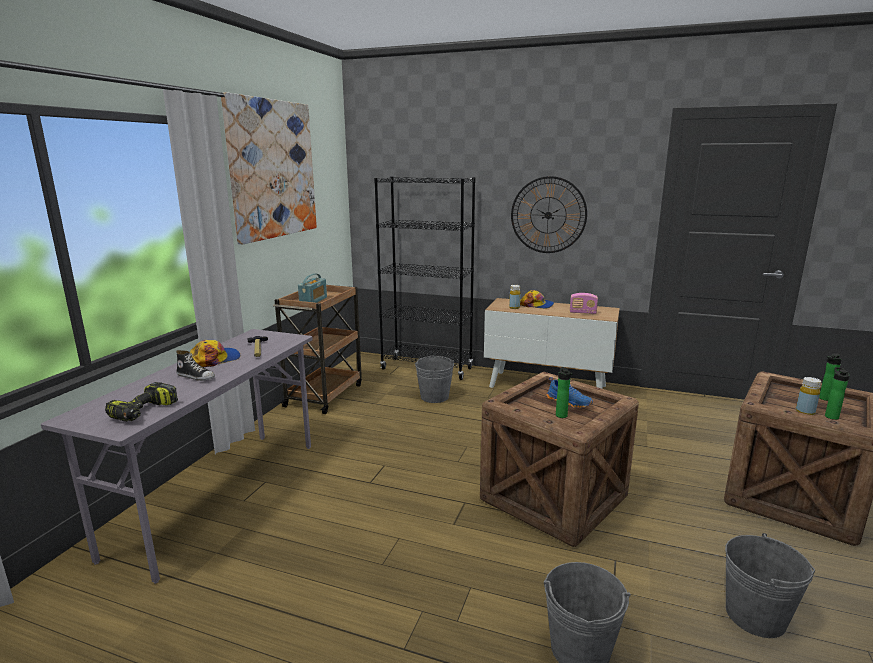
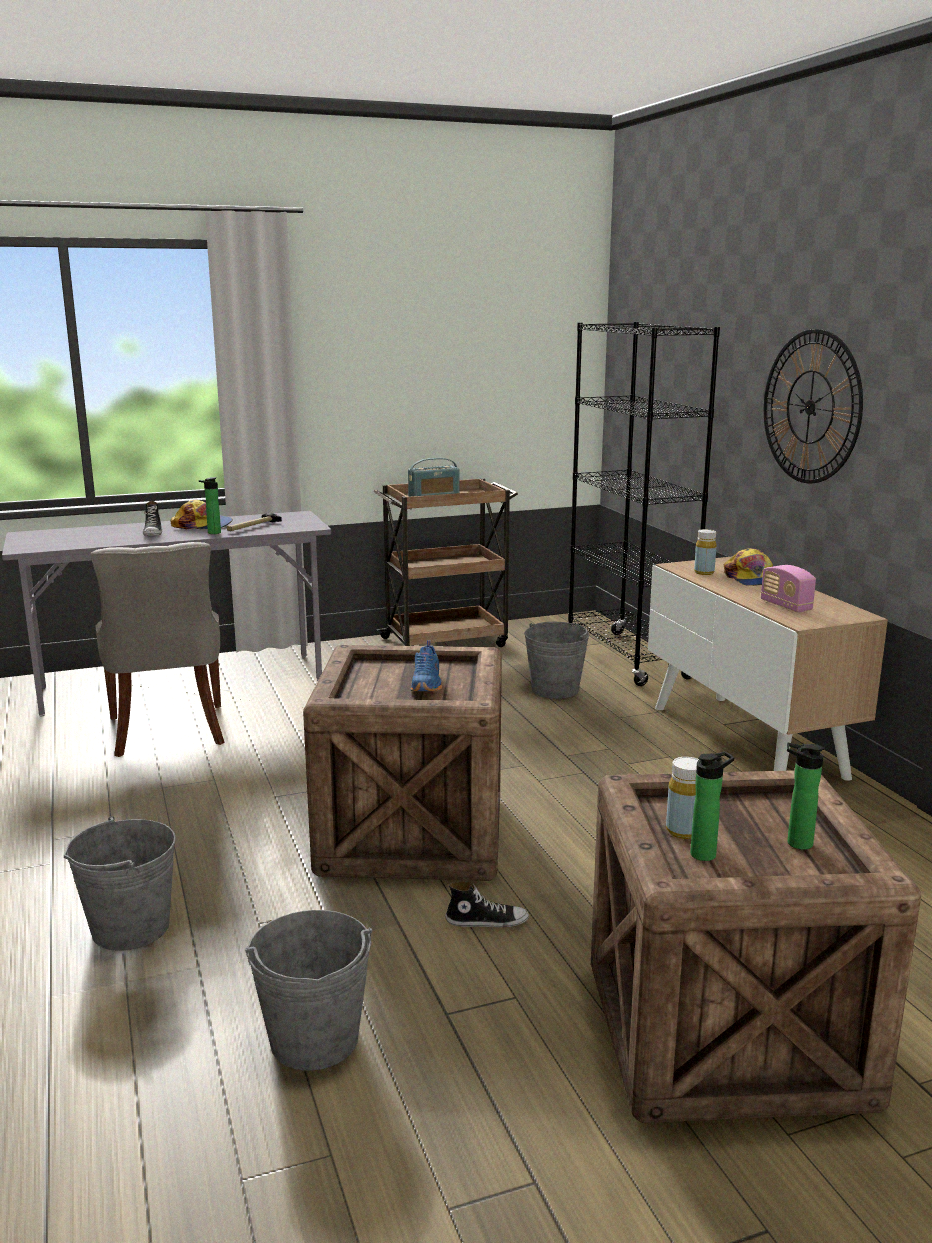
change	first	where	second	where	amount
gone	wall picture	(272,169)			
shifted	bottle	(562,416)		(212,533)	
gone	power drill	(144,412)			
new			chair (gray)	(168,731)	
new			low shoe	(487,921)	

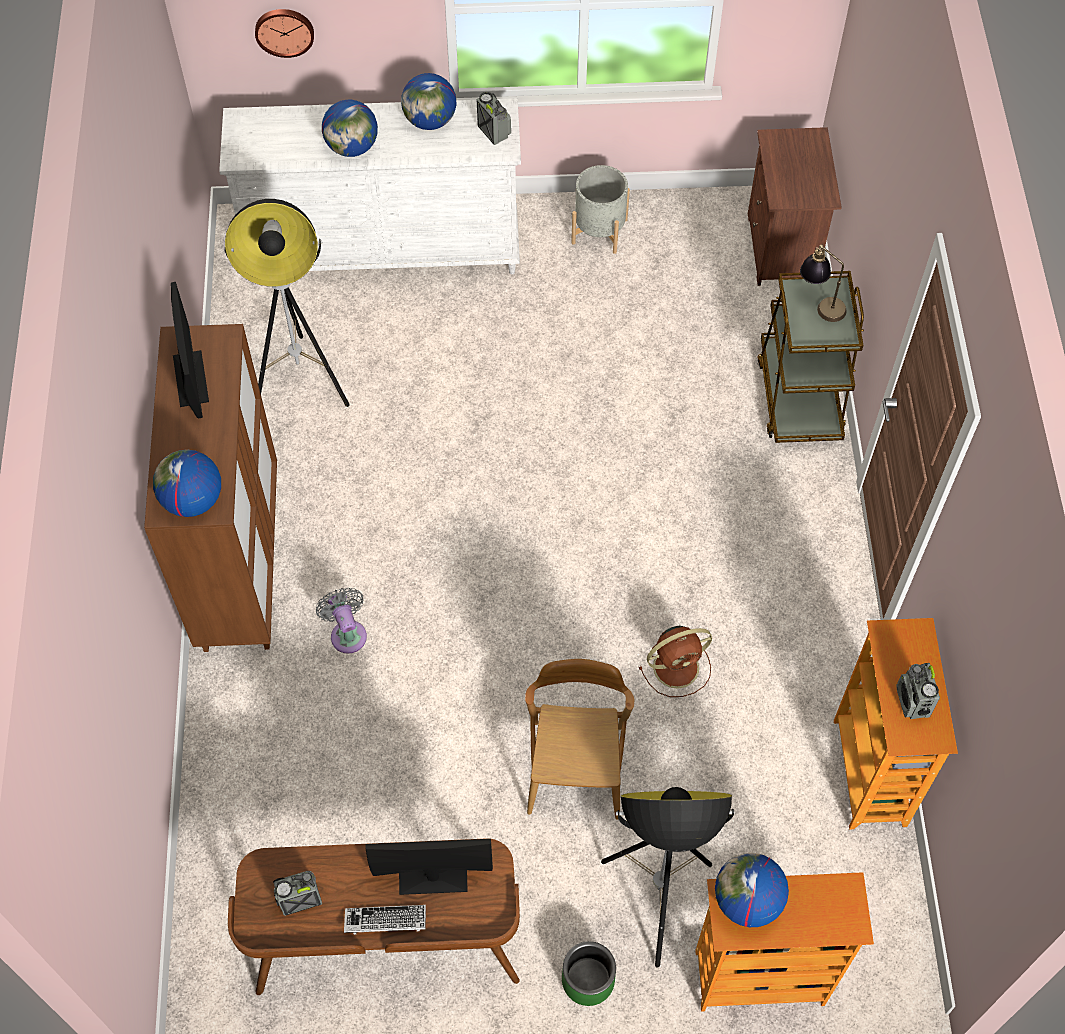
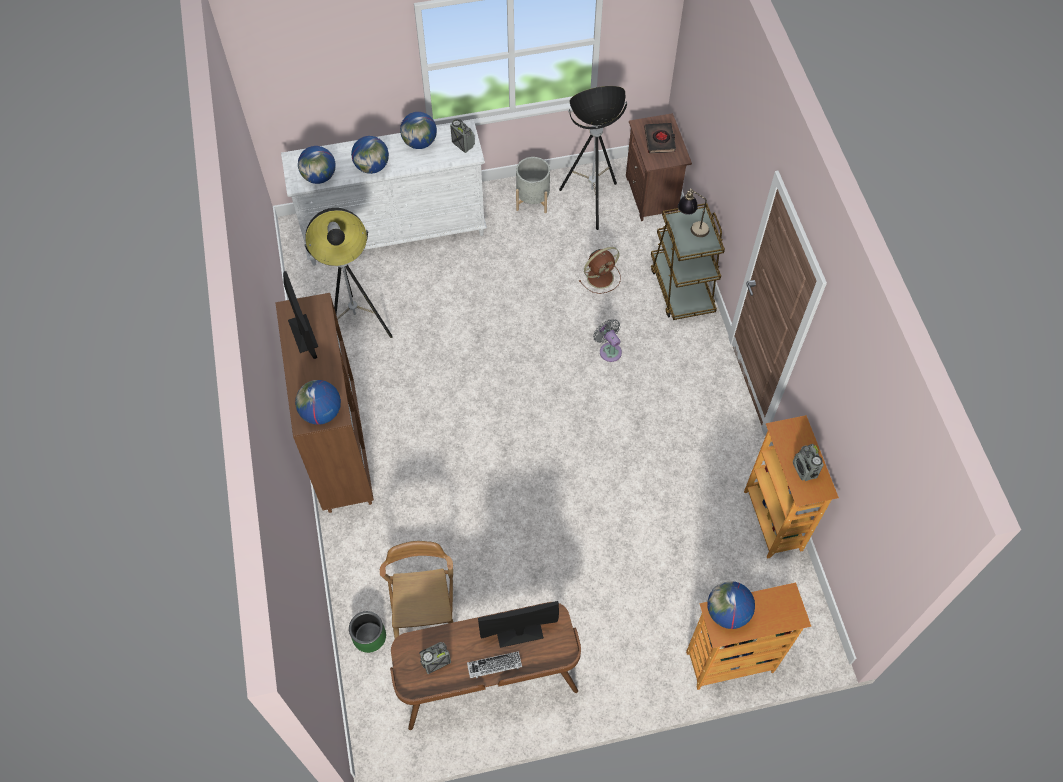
change	first	where	second	where	amount
gone	hanging clock	(284,31)			
shifted	fan (gray)	(347,633)		(609,350)	
shifted	fan (brown-coloured)	(678,666)		(601,277)	
shifted	chair (brown-coloured)	(576,769)		(425,611)	
shifted	floor lamp	(656,901)		(591,202)	
shifted	flower pot (green-coloured)	(587,980)		(369,637)	
new			book (blackish)	(660,140)	
new			world globe	(320,177)	

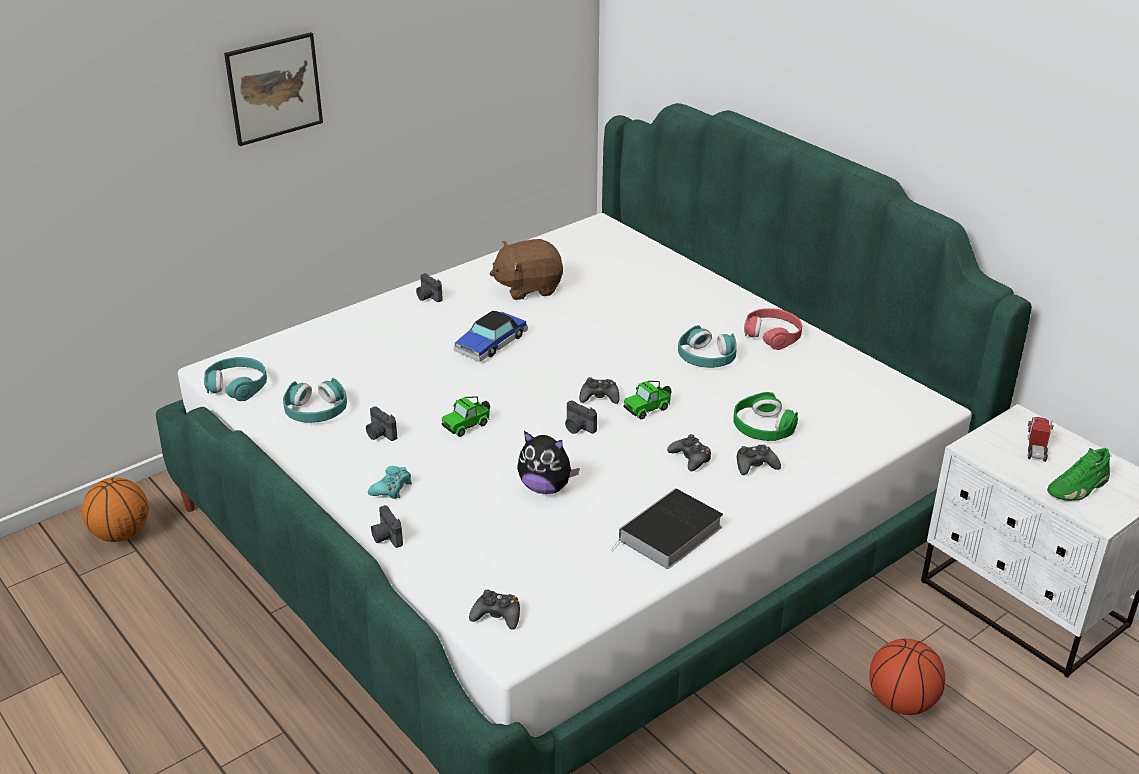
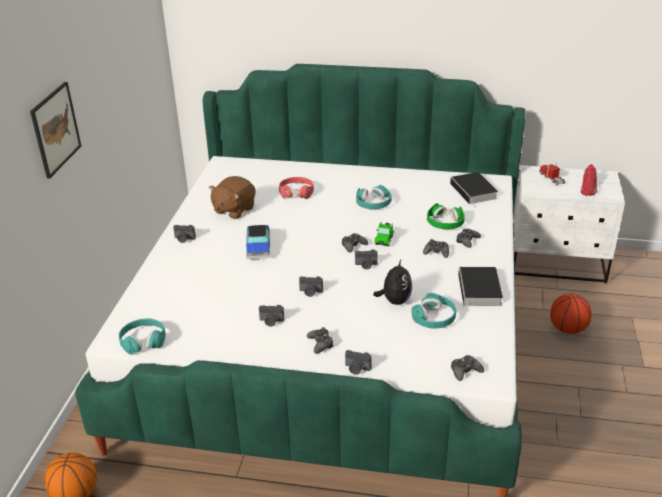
change	first	where	second	where	amount
shifted	pair of headphones (red-coloured)	(772,335)		(296,192)	
shifted	pair of headphones (turquoise-coloured)	(316,410)		(434,318)	
swapped	model car	(468,425)	still camera	(310,292)	
rotated	plush toy	(546,487)		(395,300)	60 degrees counterclockwise
repainted	low shoe (green-coloured)	(1078,488)	low shoe (red-coloured)	(588,188)	
repainted	joypad (turquoise-coloured)	(391,488)	joypad (blackish)	(320,344)	
new			book	(474,191)	

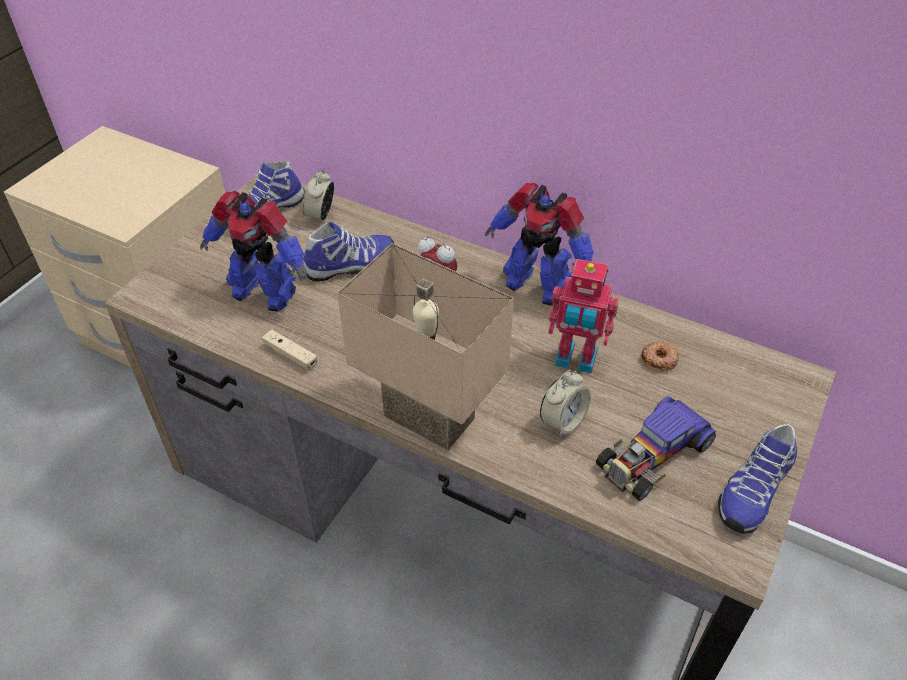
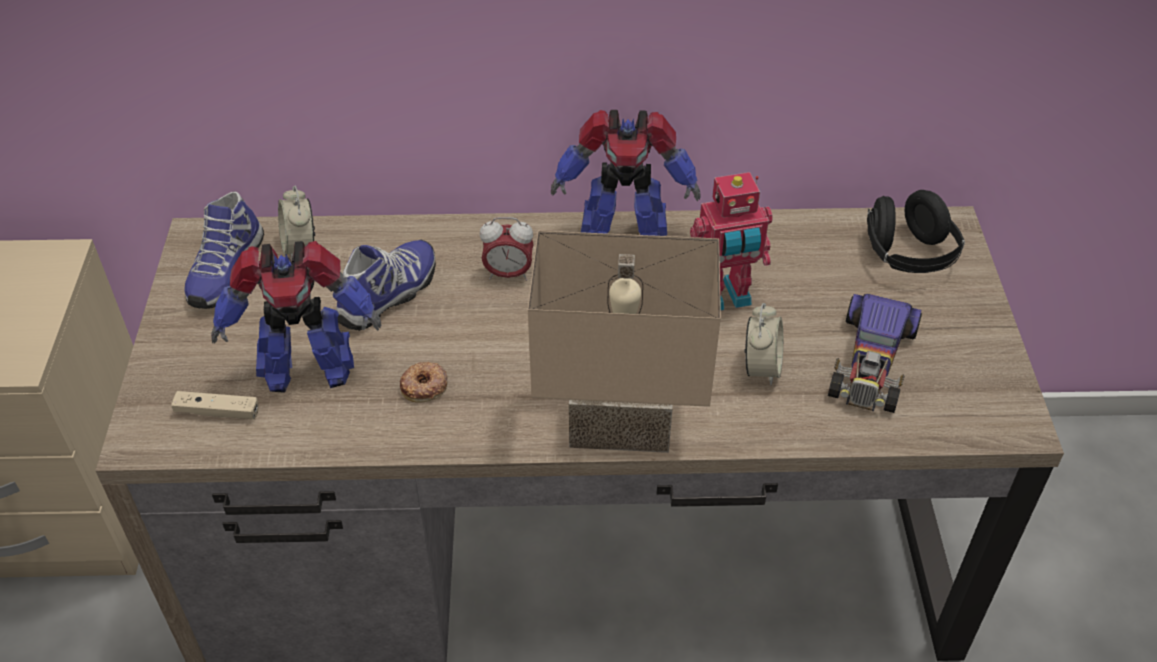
change	first	where	second	where	amount
shifted	joypad (beige-coloured)	(290,355)		(217,412)	
shifted	ring doughnut	(659,359)		(425,386)	
gone	low shoe	(751,490)			
new			pair of headphones (blackish)	(908,256)	

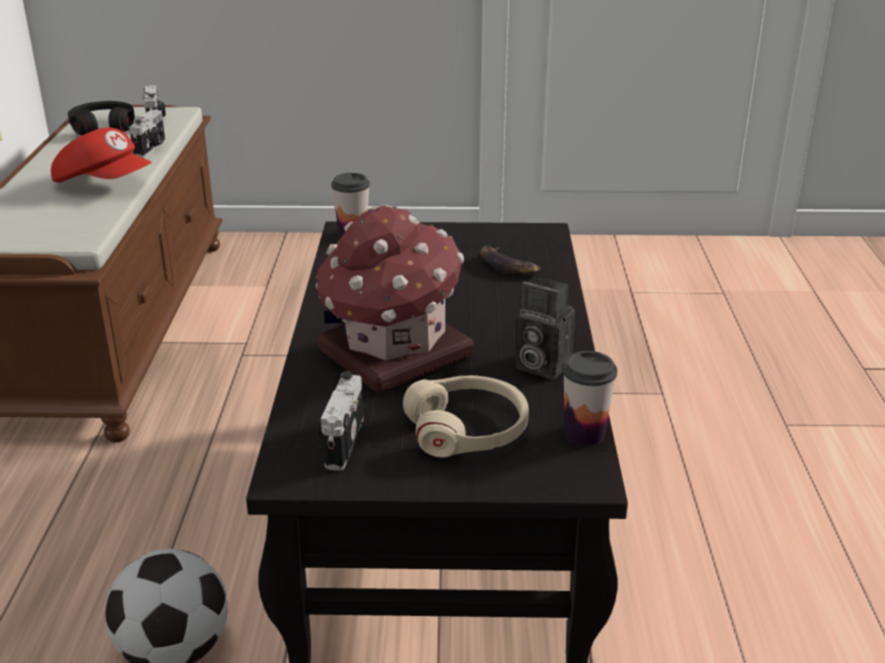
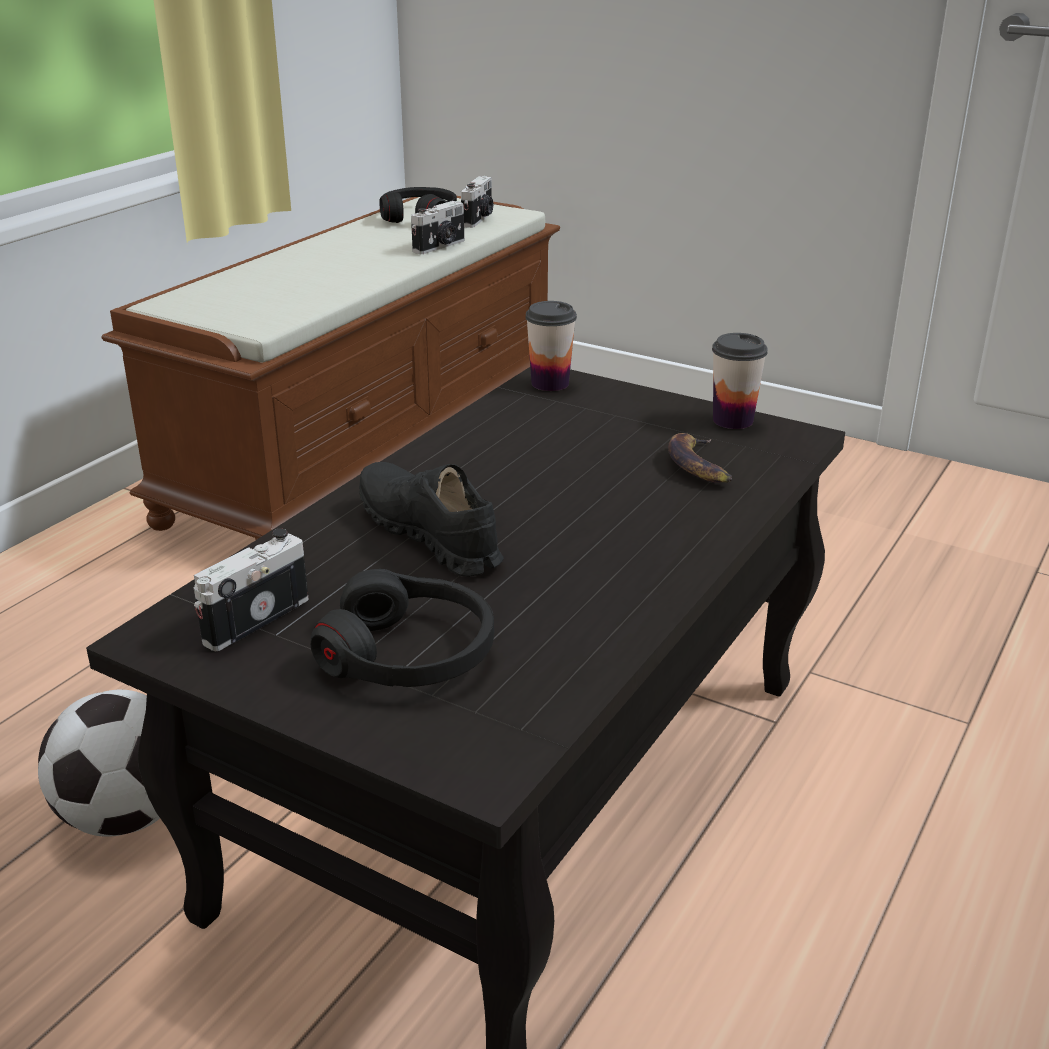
change	first	where	second	where	amount
gone	peaked cap (red-coloured)	(105,184)			
swapped	toy house	(392,355)	low shoe (blackish)	(429,535)	
gone	still camera	(539,365)			
shifted	drinking cup	(584,434)		(733,420)	
repainted	pair of headphones (beige-coloured)	(467,430)	pair of headphones (blackish)	(409,654)	

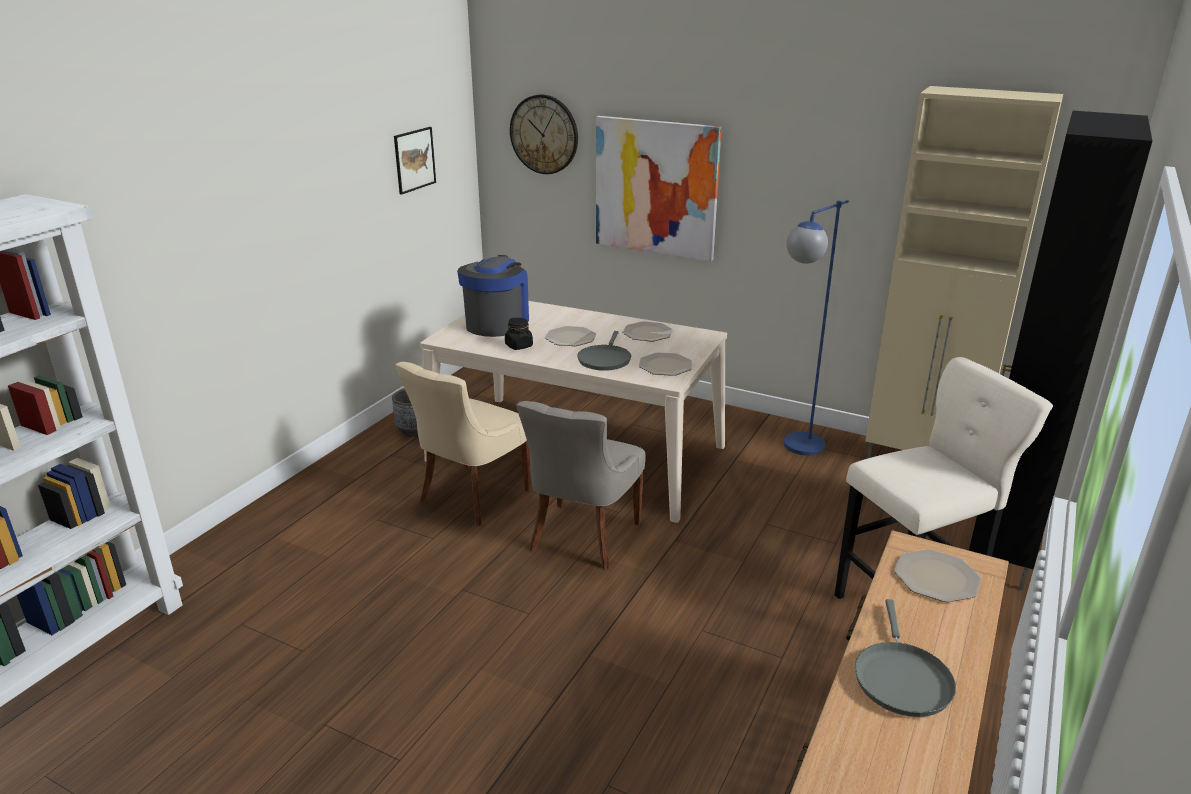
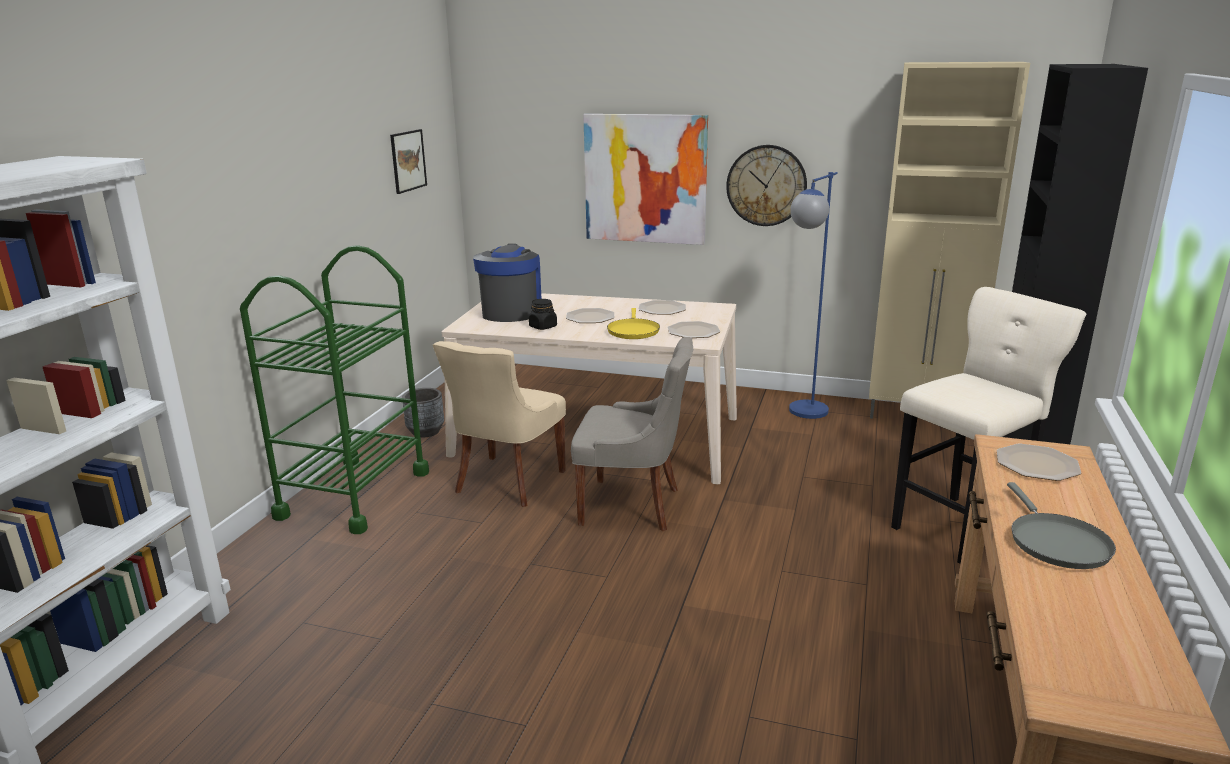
change	first	where	second	where	amount
shifted	hanging clock	(544,134)		(766,185)	
repainted	skillet (gray)	(605,359)	skillet (yellow)	(633,331)	
rotated	chair (gray)	(582,537)		(633,506)	90 degrees counterclockwise
new			trolley (green-coloured)	(354,494)	

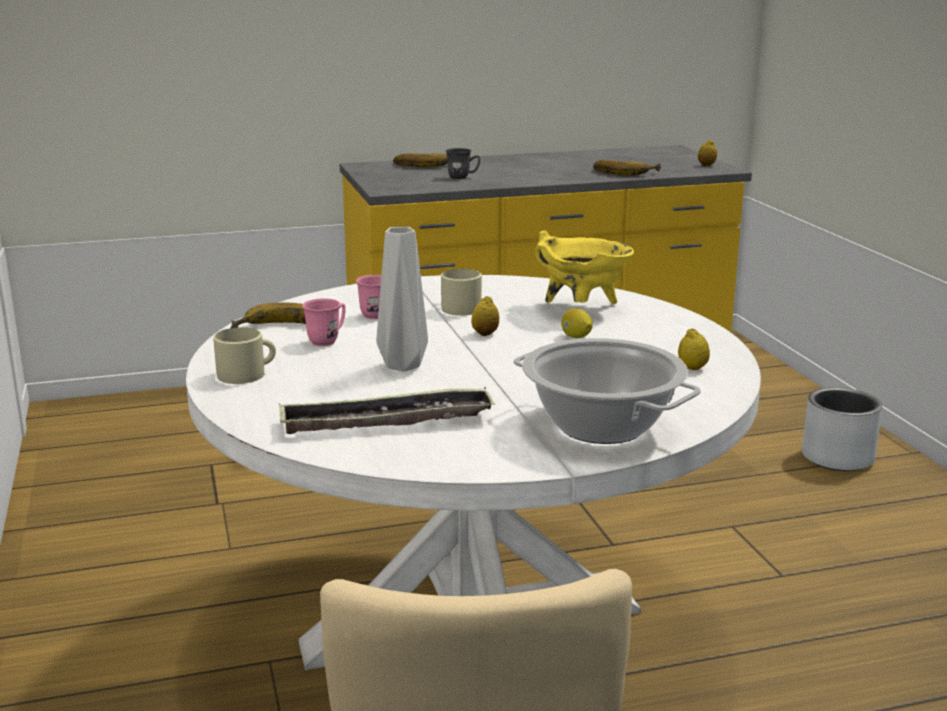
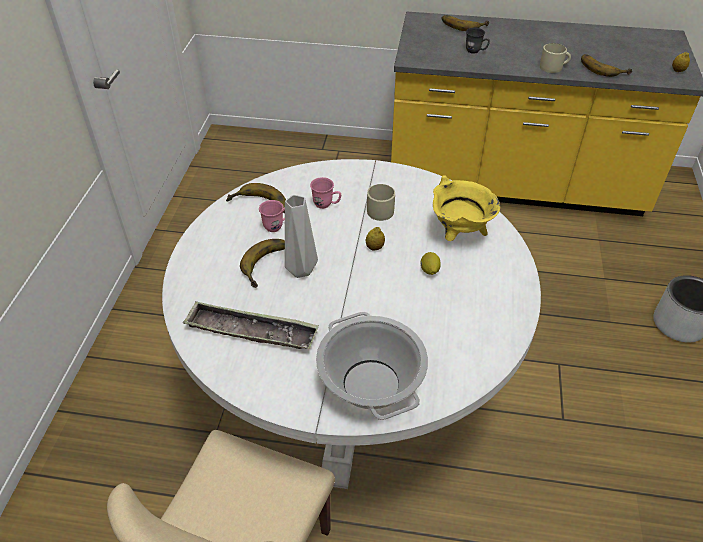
change	first	where	second	where	amount
shifted	tea mug (beige-coloured)	(247,374)		(553,67)	
gone	whole lemon	(692,368)			
new			banana fruit	(269,265)	

